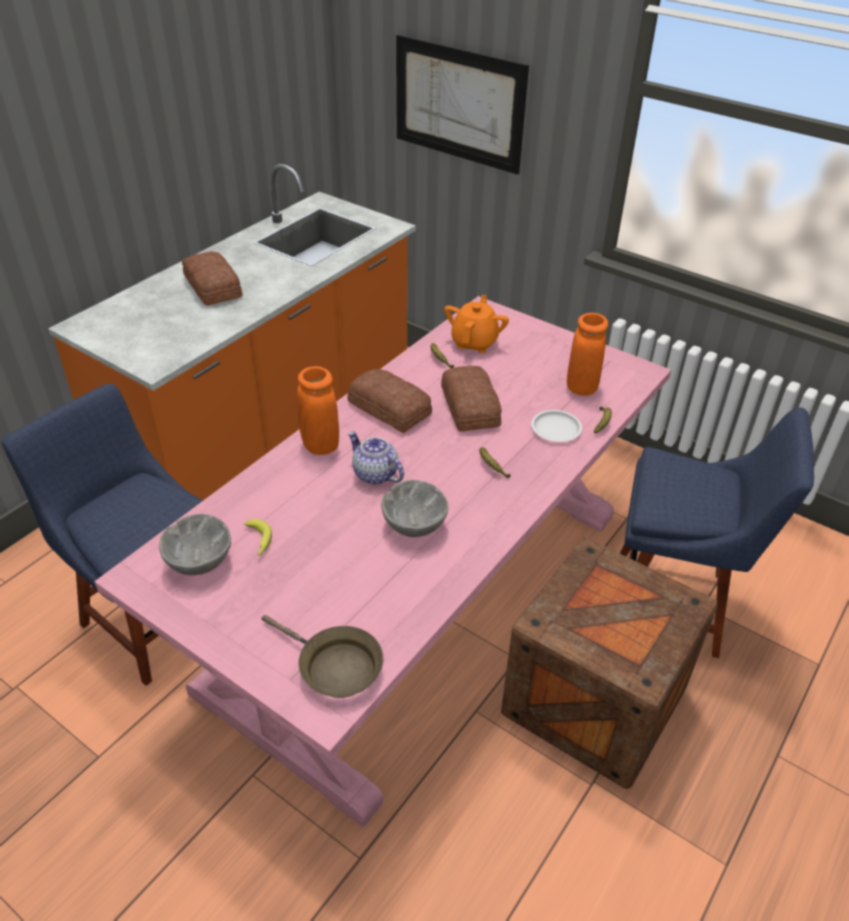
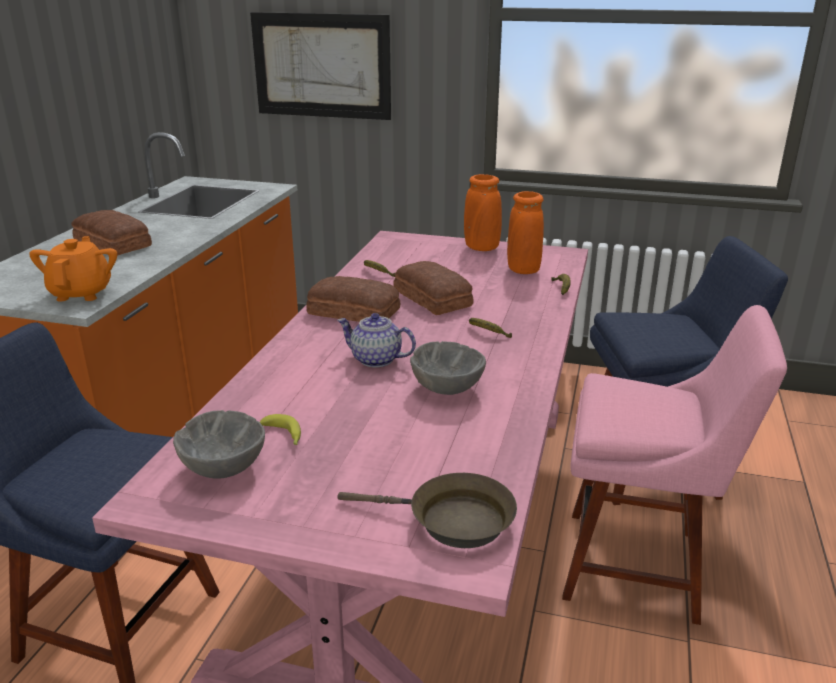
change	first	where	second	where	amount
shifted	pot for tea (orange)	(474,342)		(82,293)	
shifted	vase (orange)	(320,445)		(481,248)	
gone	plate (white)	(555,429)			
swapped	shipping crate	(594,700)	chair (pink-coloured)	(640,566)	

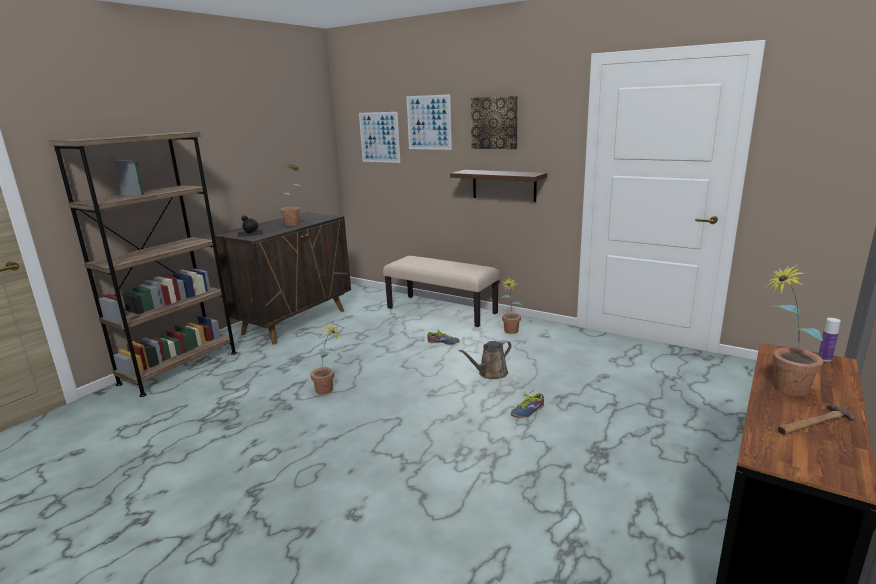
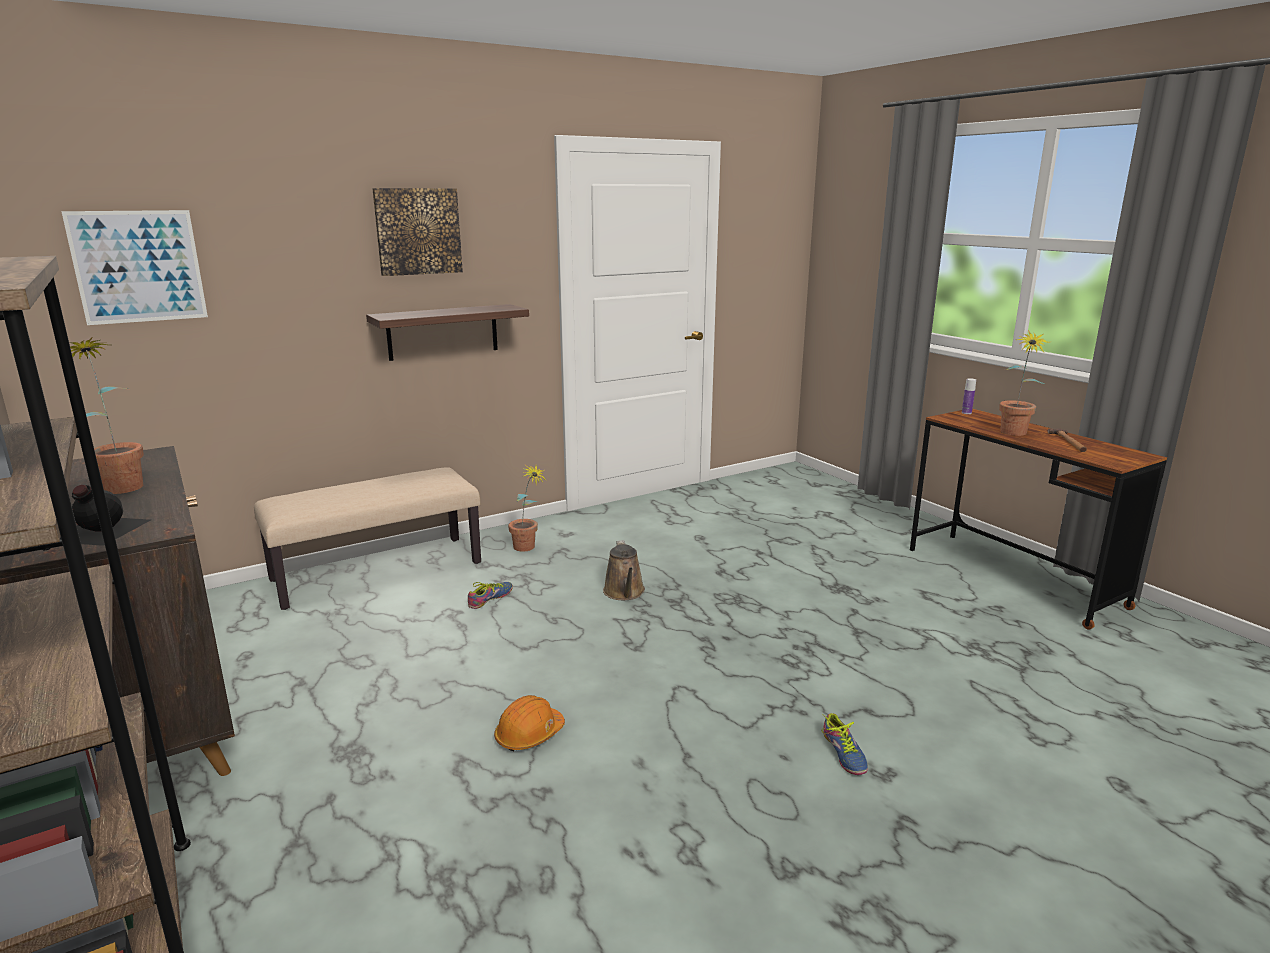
change	first	where	second	where	amount
gone	wall picture	(429,122)			
swapped	potted plant	(329,391)	hard hat (orange)	(529,735)	
shifted	low shoe	(526,410)		(842,754)	

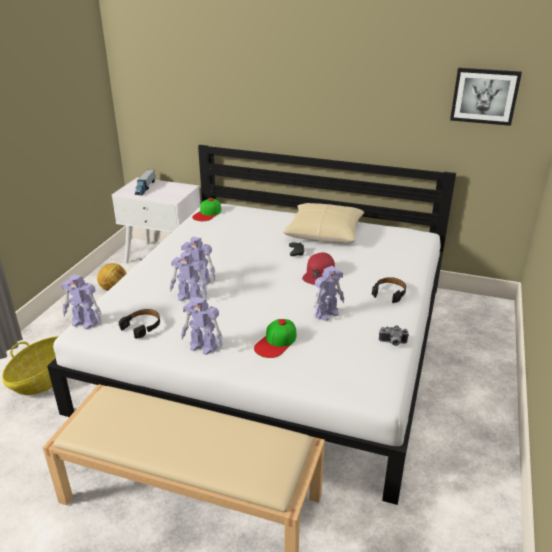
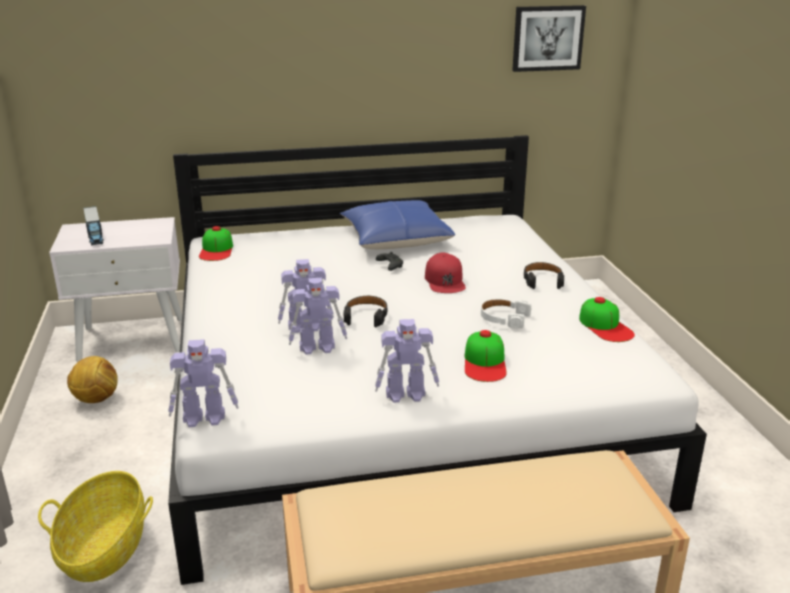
change	first	where	second	where	amount
repainted	cushion (beige-coloured)	(324,233)	cushion (blue-coloured)	(396,239)	
swapped	model robot	(327,314)	pair of headphones (white)	(504,318)	
shifted	pair of headphones (blackish)	(142,326)		(366,316)	
swapped	still camera	(392,343)	peaked cap	(605,326)	

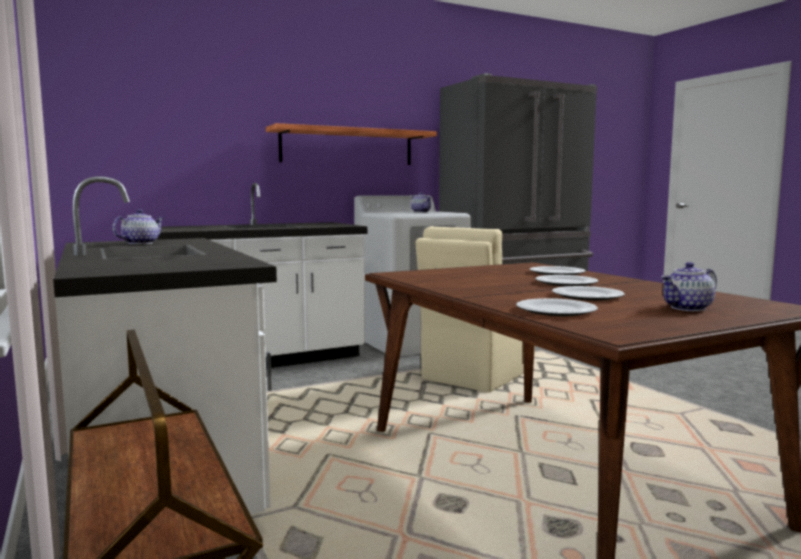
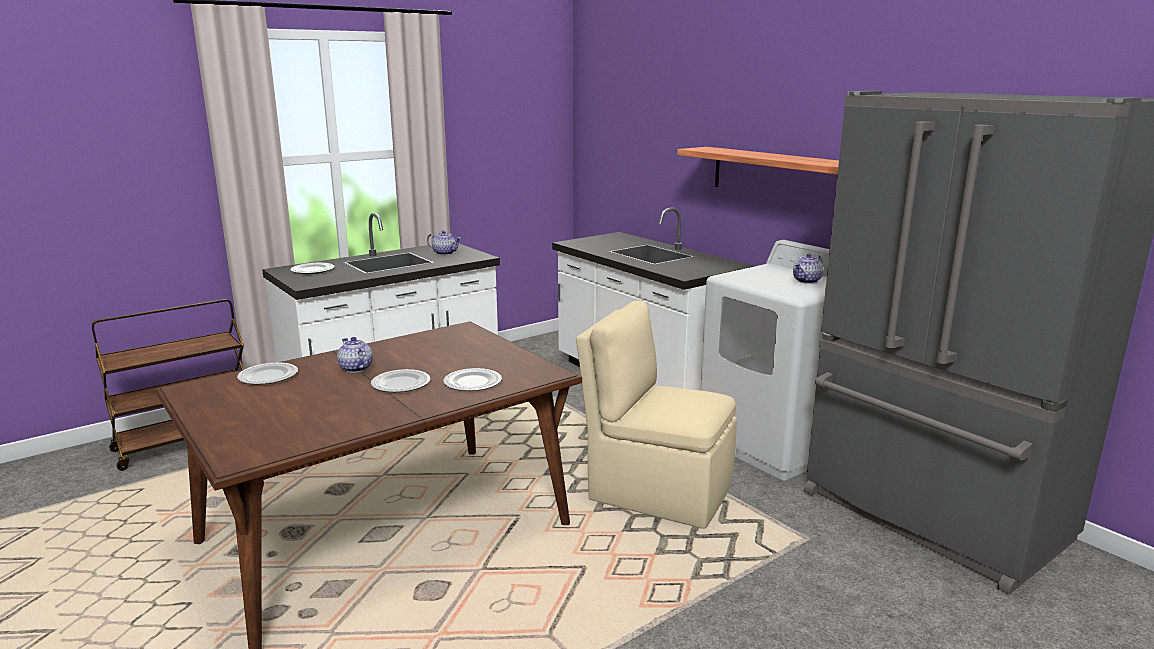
change	first	where	second	where	amount
shifted	pot for tea	(687,308)		(355,368)	
shifted	plate	(586,296)		(313,270)	

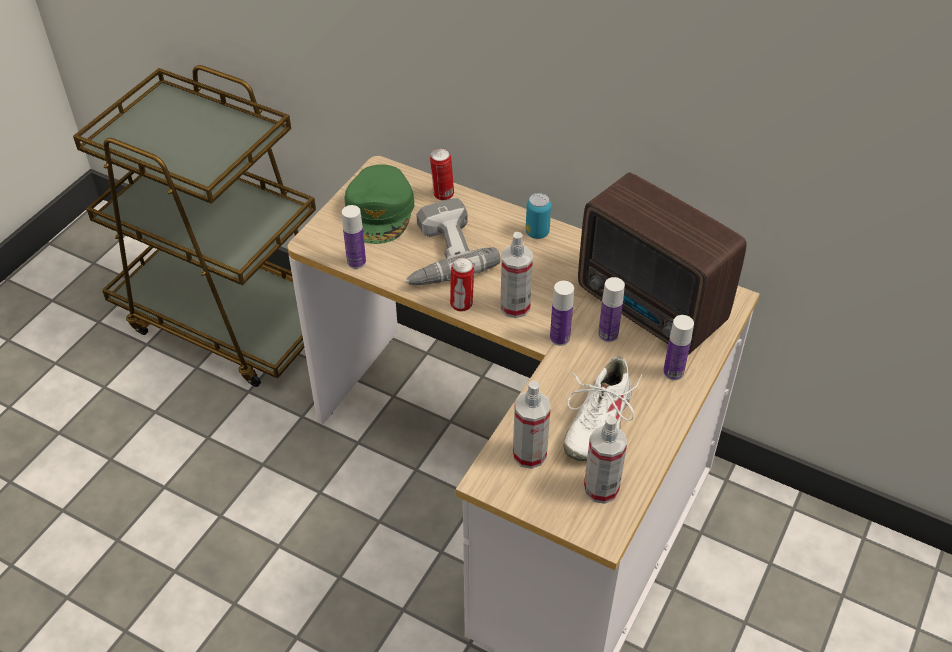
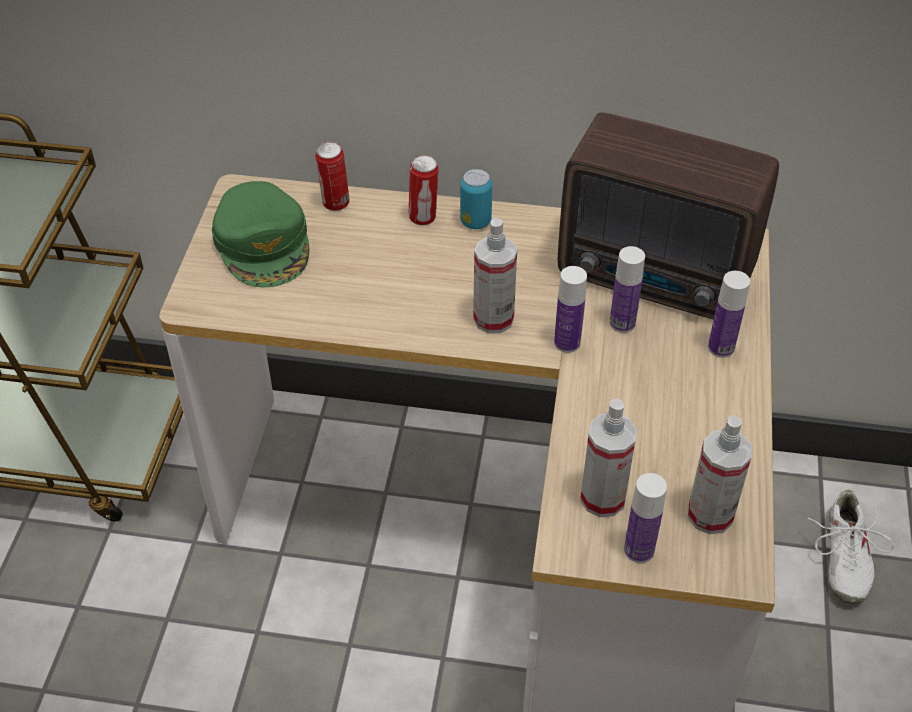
change	first	where	second	where	amount
gone	power drill	(439,254)			
shifted	bottle	(356,262)		(639,550)	
shifted	sealed can	(462,305)		(423,218)	
shifted	low shoe (white)	(597,421)		(843,558)	

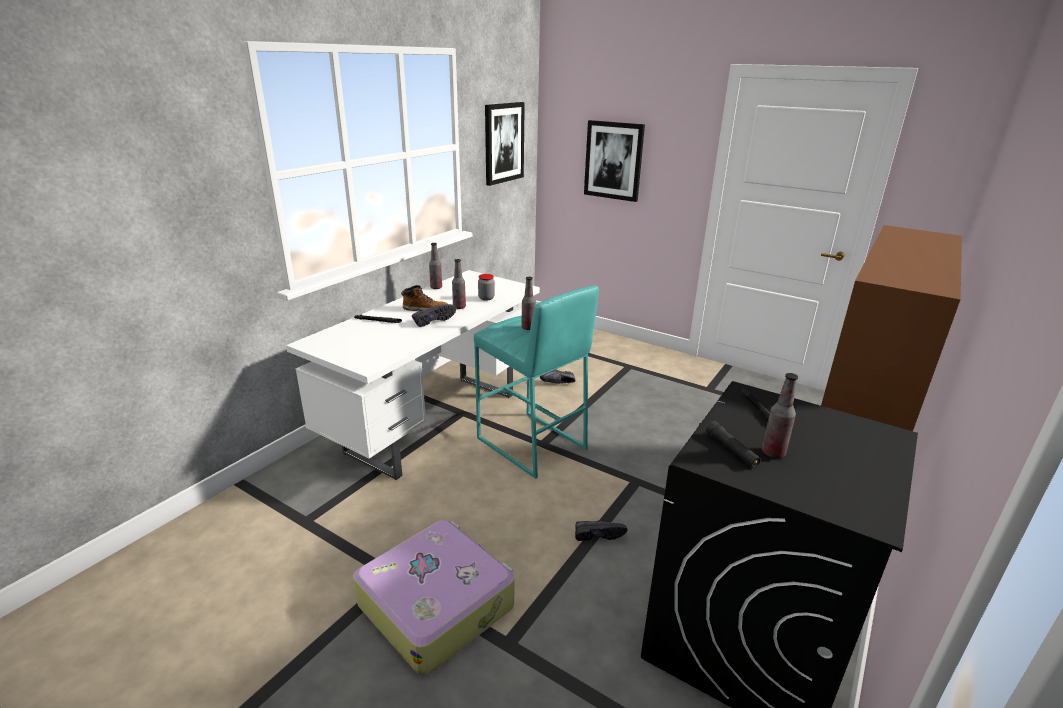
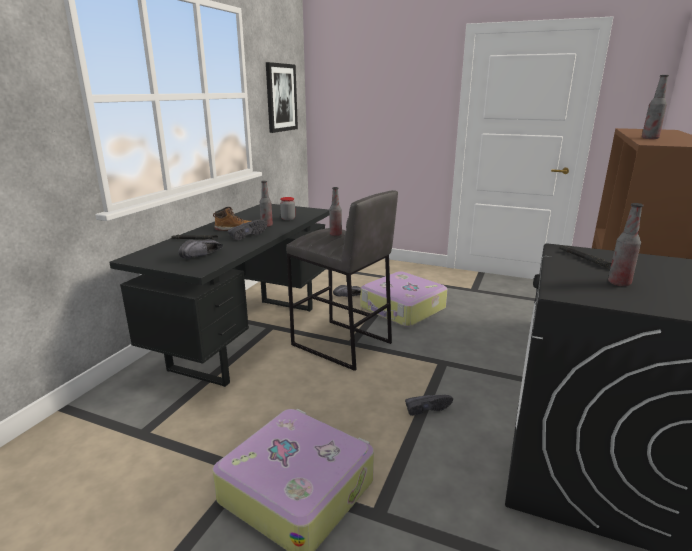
change	first	where	second	where	amount
gone	wall picture	(613,160)			
shifted	bottle	(436,287)		(650,138)	
repainted	desk (white)	(434,421)	desk (blackish)	(248,336)	
repainted	stool seat (turquoise-coloured)	(531,444)	stool seat (gray)	(341,344)	
gone	hand torch (blackish)	(731,450)			
new			low shoe (blackish)	(203,256)	
new			suitcase	(402,309)	

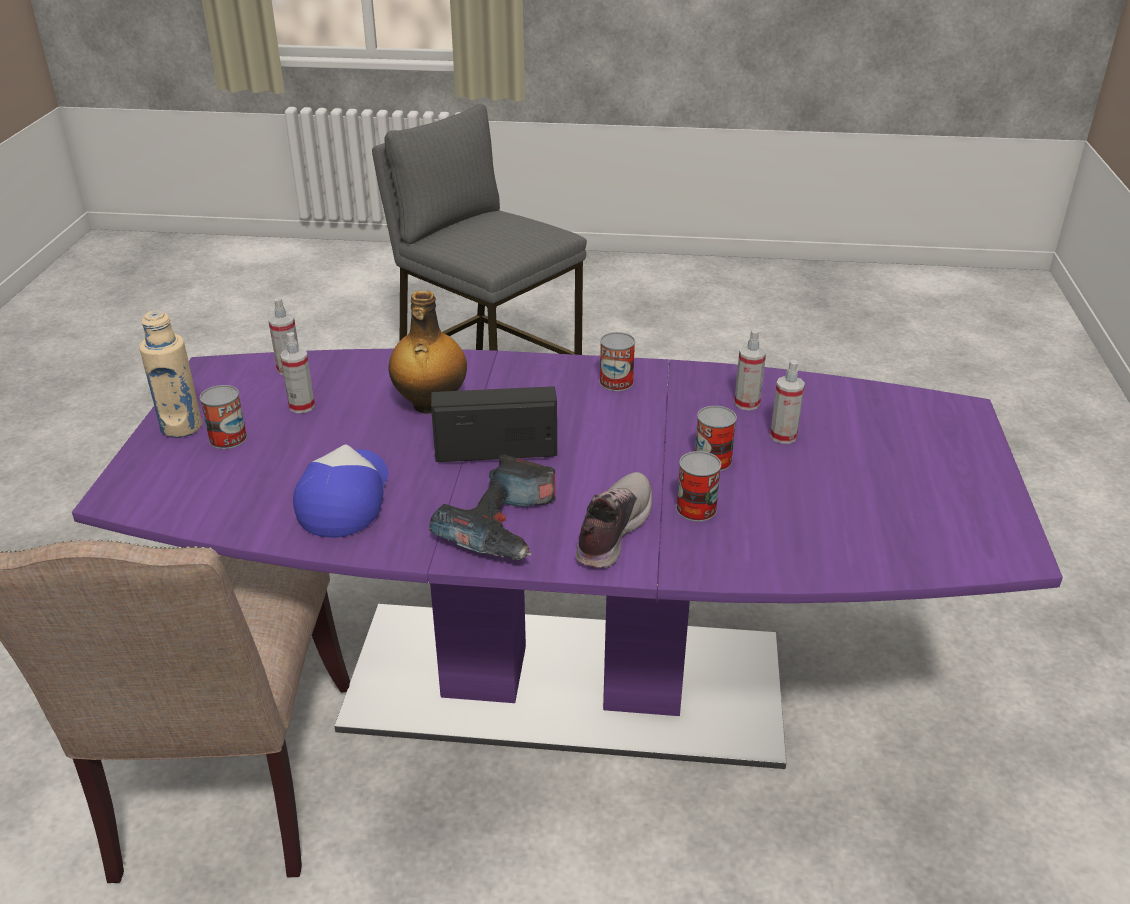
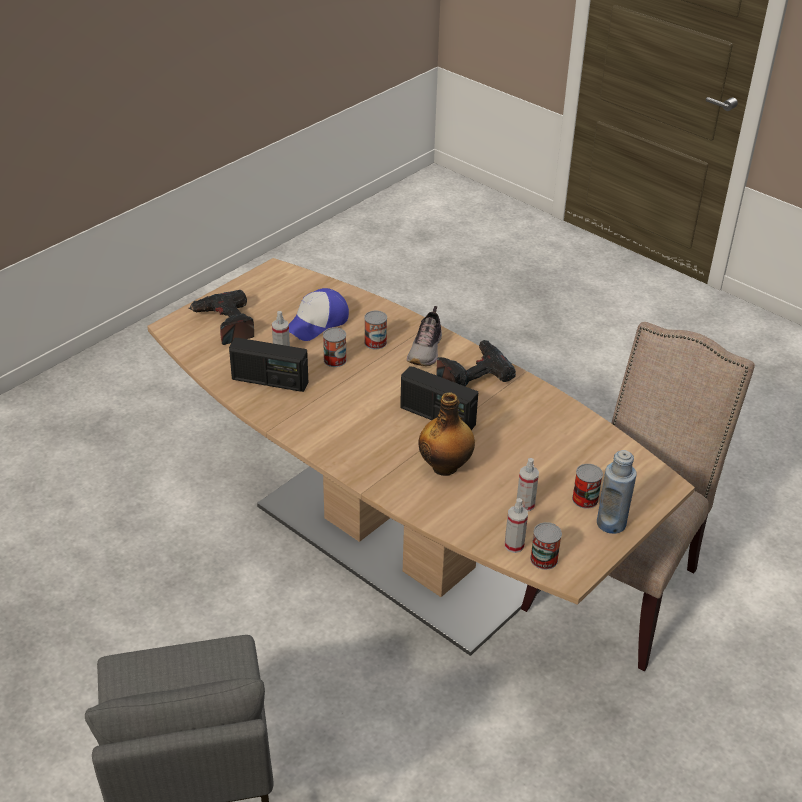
change	first	where	second	where	amount
repainted	bottle (beige-coloured)	(181,427)	bottle (blue-coloured)	(611,523)	
swapped	hand sprayer	(746,403)	radio	(270,381)	
shifted	sealed can	(616,382)		(544,559)	
repainted	dinner table (purple)	(563,682)	dinner table (brown-coloured)	(397,546)	
shifted	peaked cap	(345,499)		(317,323)	
rotated	low shoe	(611,531)		(426,350)	45 degrees counterclockwise
new			power drill	(226,324)	

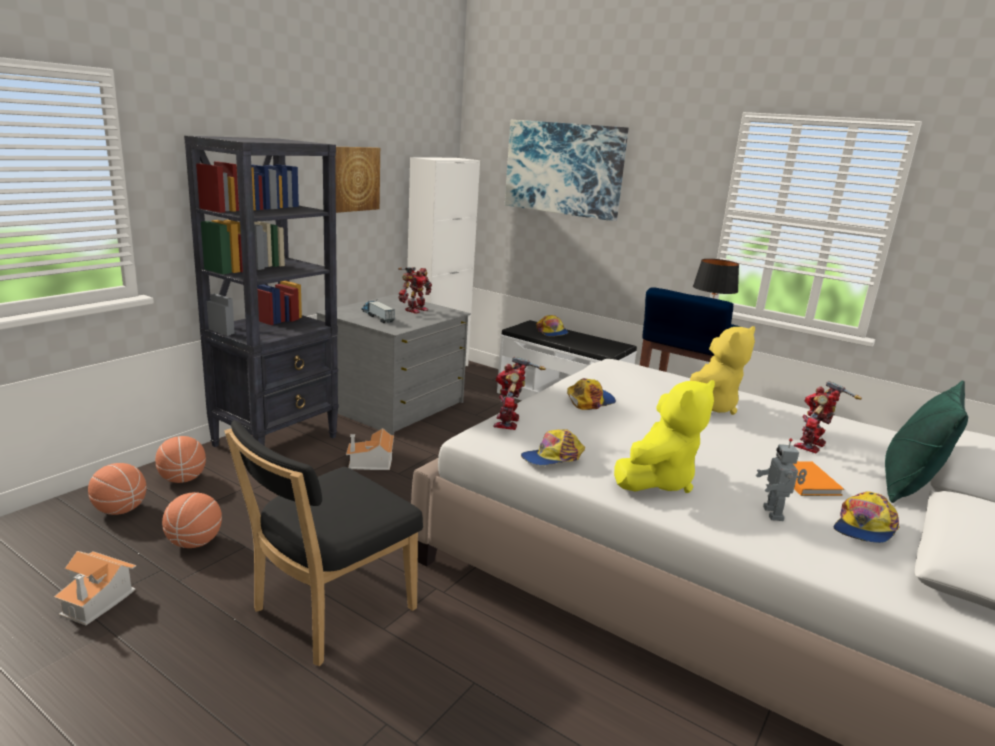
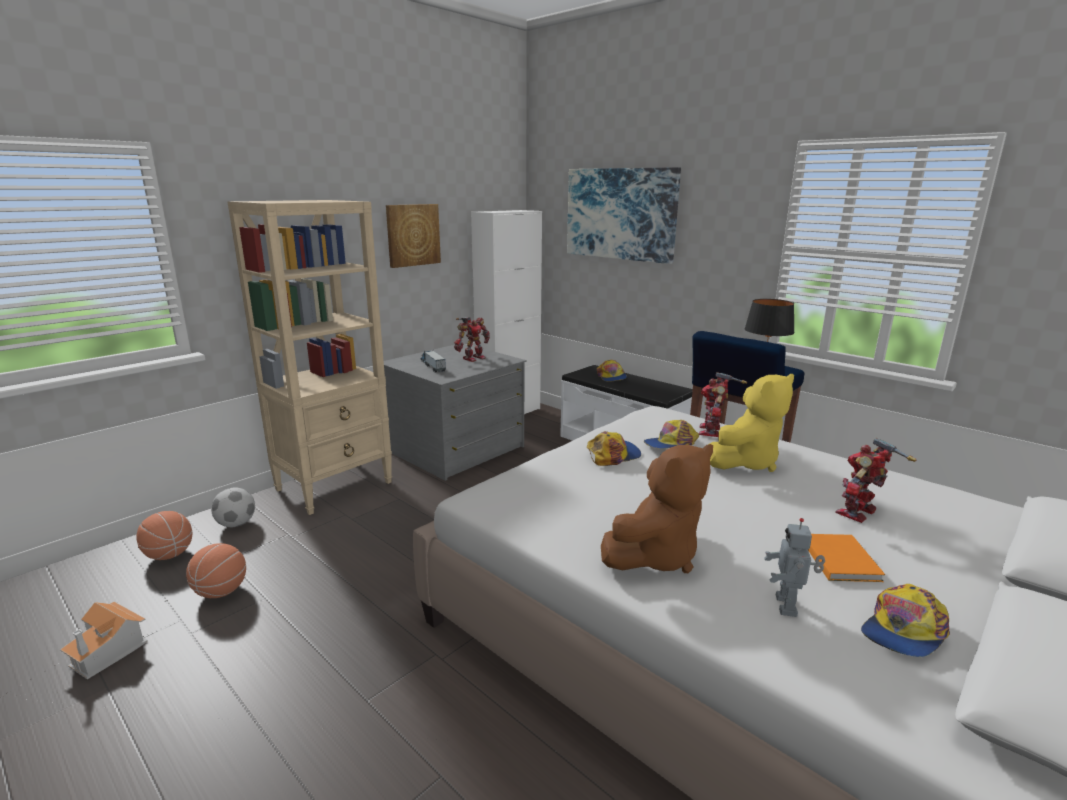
change	first	where	second	where	amount
repainted	bookshelf (blackish)	(277,441)	bookshelf (beige-coloured)	(335,486)	
shifted	model robot	(509,423)		(712,431)	
repainted	plush toy (yellow)	(657,480)	plush toy (brown-coloured)	(655,556)	
gone	cushion (green-coloured)	(908,486)			
gone	chair (blackish)	(328,612)			
gone	toy house	(371,462)			
shifted	peaked cap	(552,458)		(671,444)	
swapped	ball for basketball	(182,479)	football ball	(236,524)	

